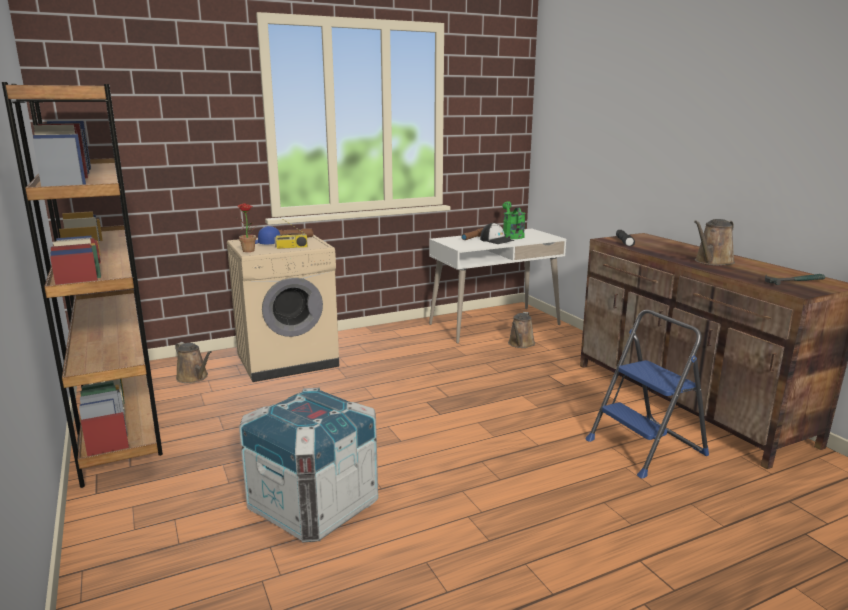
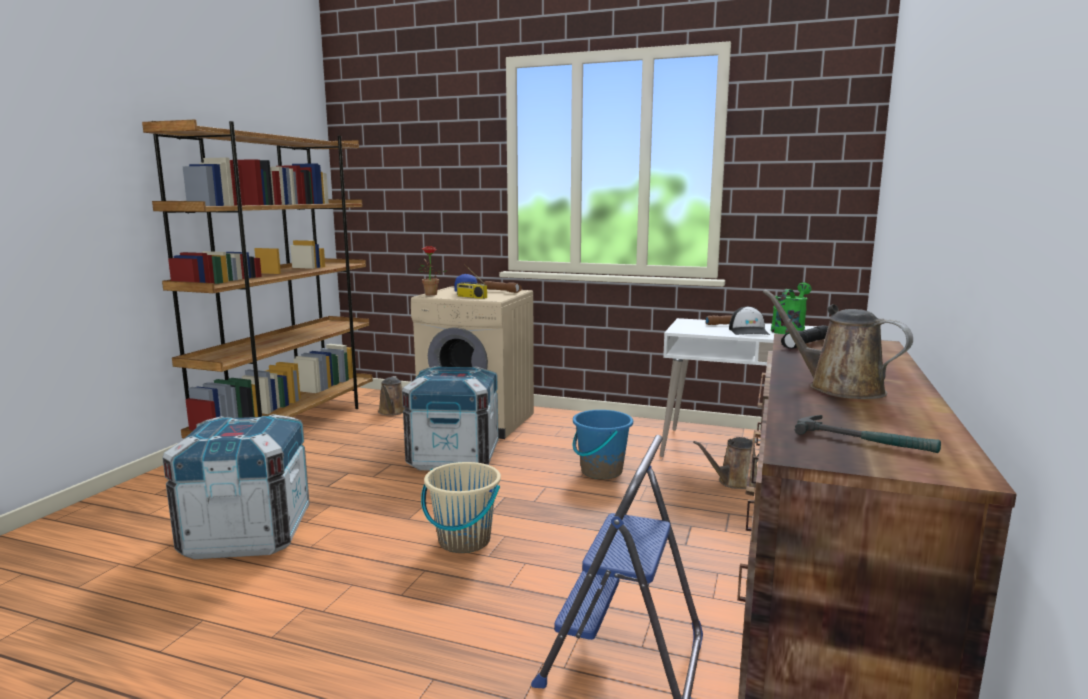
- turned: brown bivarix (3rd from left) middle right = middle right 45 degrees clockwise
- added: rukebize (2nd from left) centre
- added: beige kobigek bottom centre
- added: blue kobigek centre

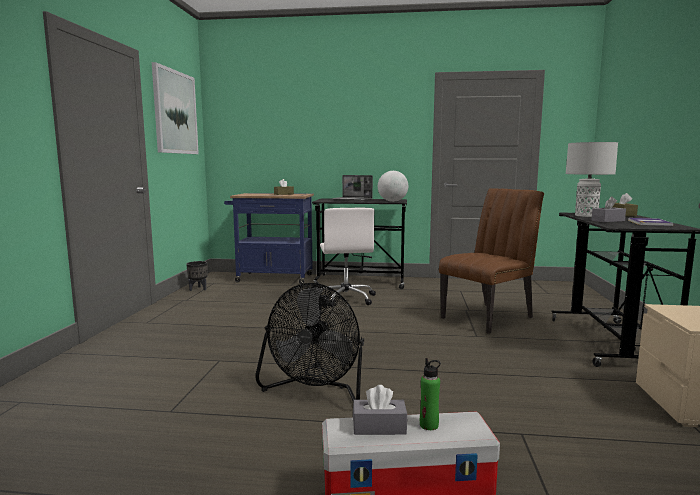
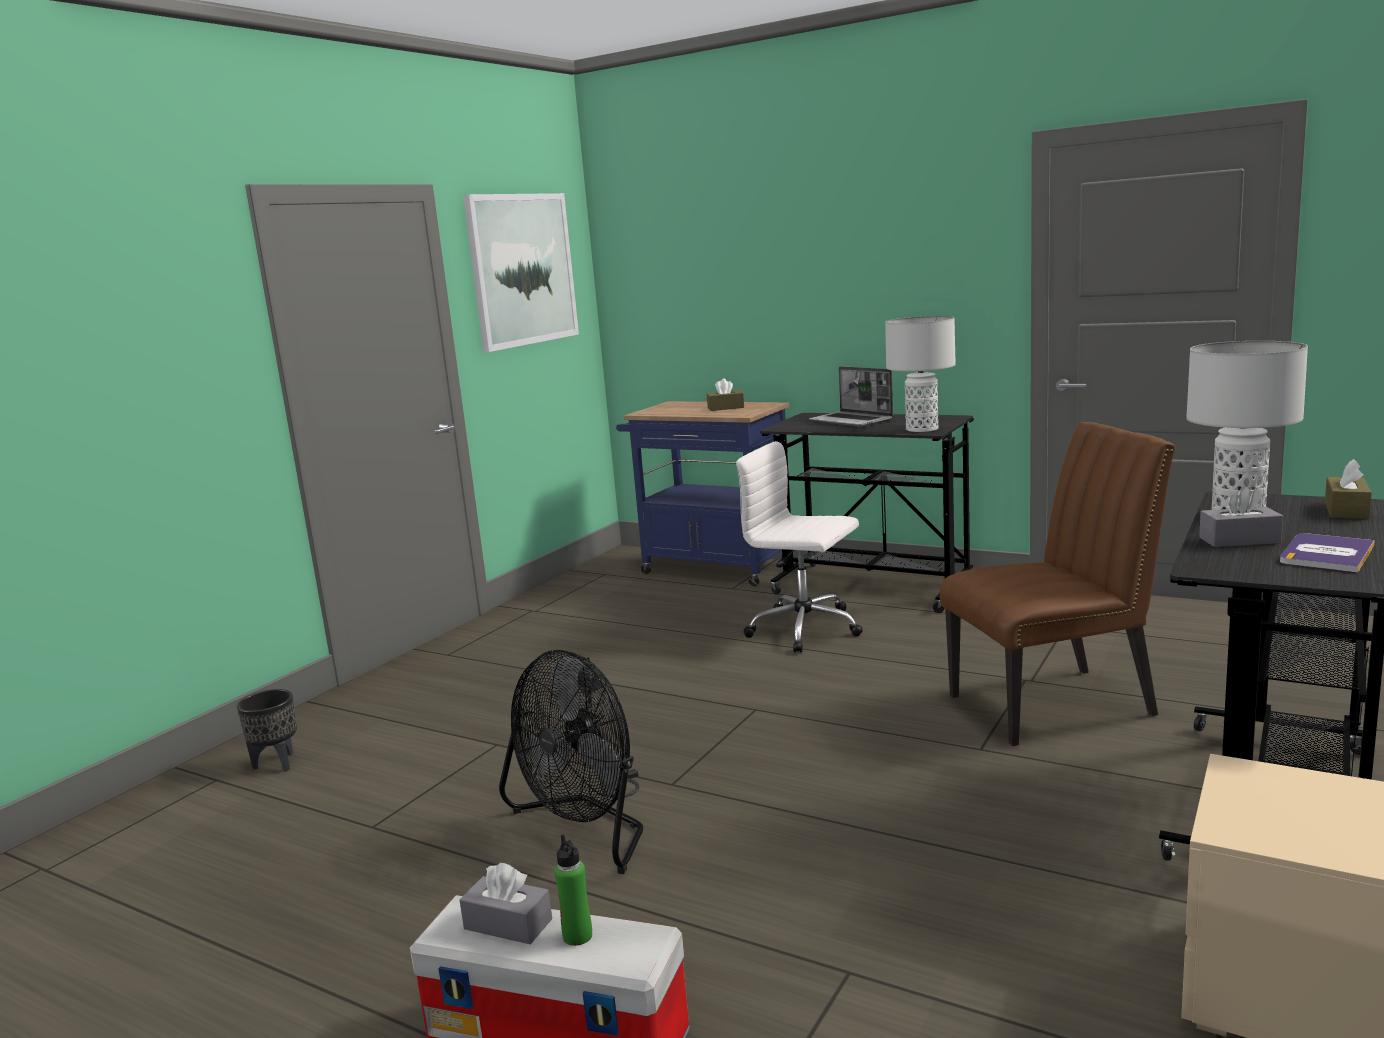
- moved: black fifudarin middle left to bottom left
- turned: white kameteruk centre = centre 105 degrees clockwise
- replaced: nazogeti centre to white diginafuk (1st from left) centre

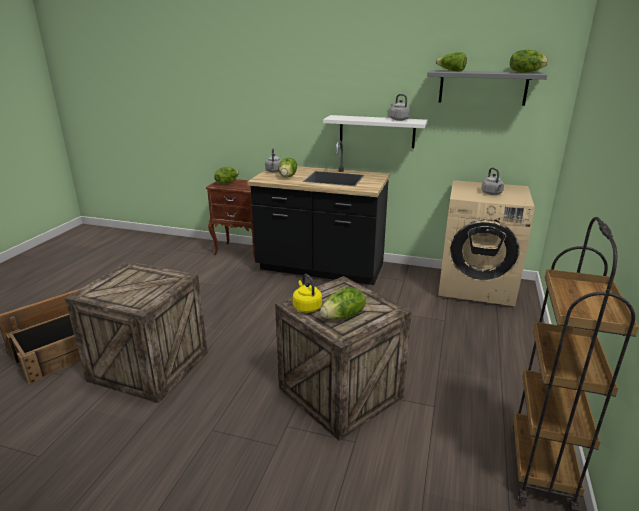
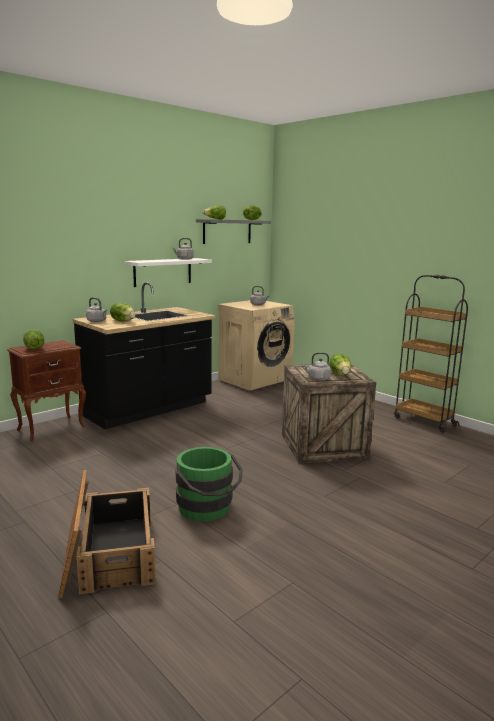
- replaced: rukebize (2nd from left) middle left to green kobigek bottom centre
- recoloured: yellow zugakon centre to grey zugakon (4th from left) centre

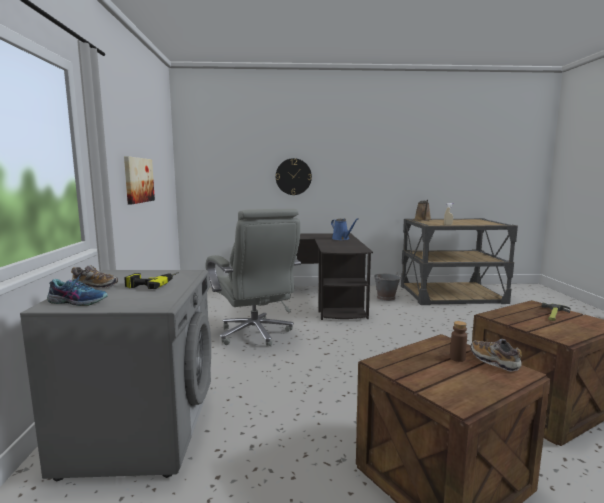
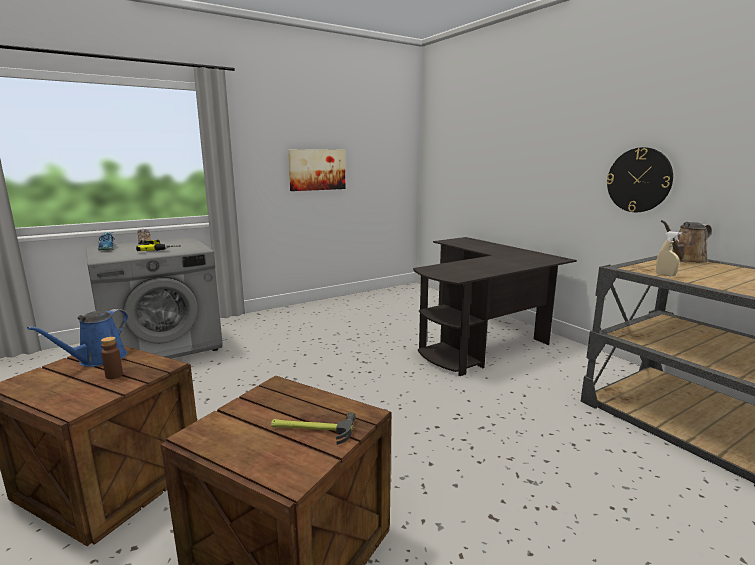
- removed: grey kameteruk centre
- moved: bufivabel centre to top right
- moved: blue bivarix centre to middle left
- removed: grey kobigek centre
- removed: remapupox (3rd from left) bottom right

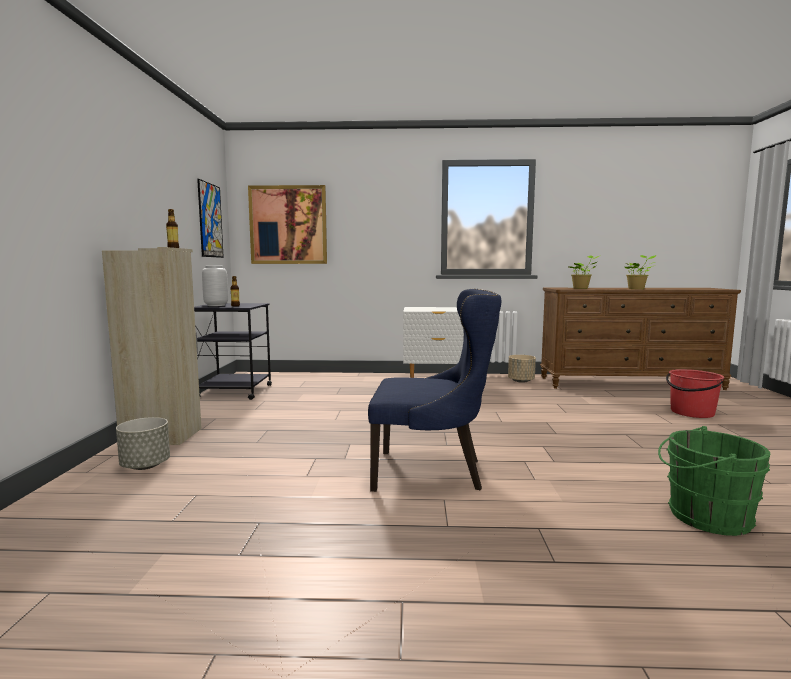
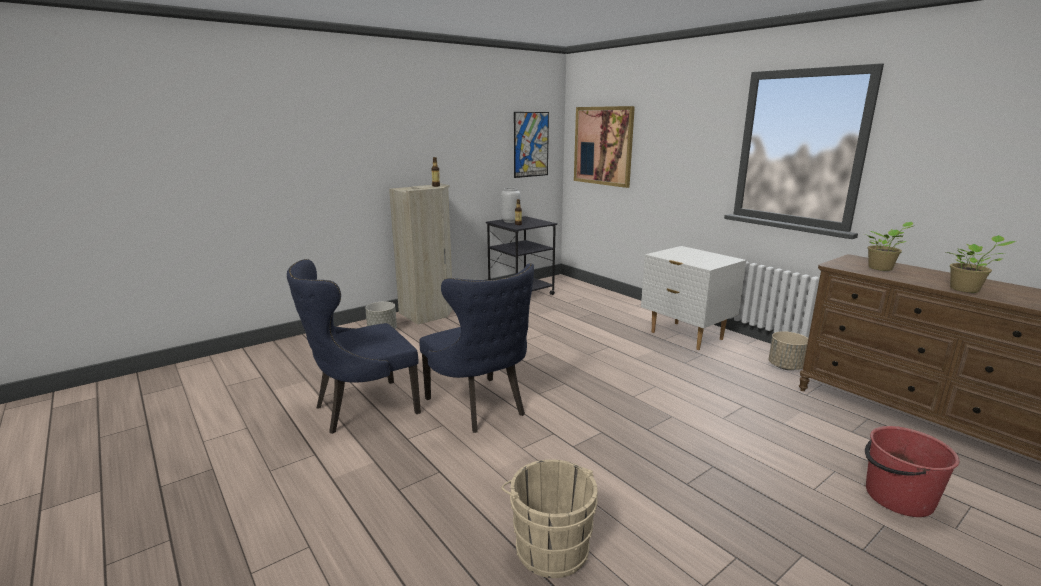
- recoloured: green kobigek bottom right to beige kobigek bottom centre
- added: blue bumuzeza (1st from left) centre

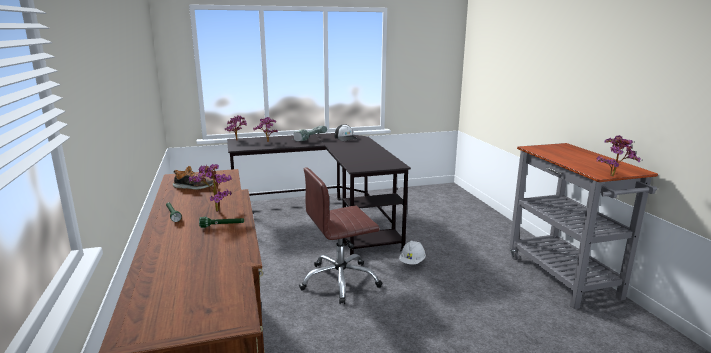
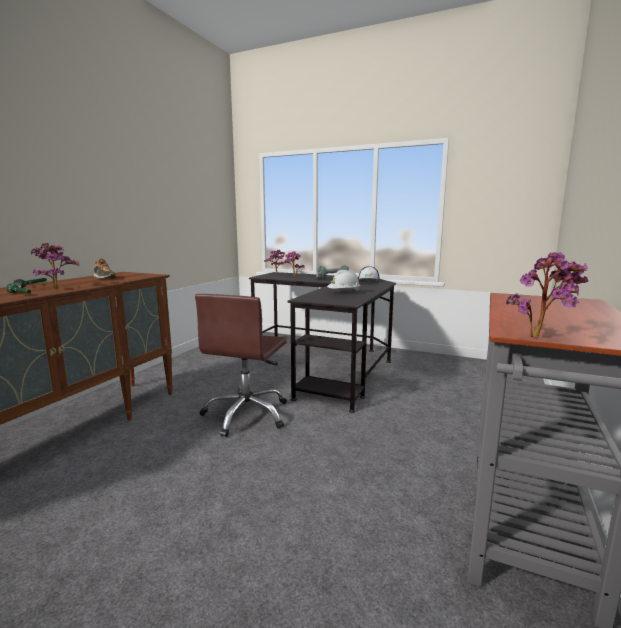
- turned: brown kameteruk centre = centre 90 degrees counterclockwise
- moved: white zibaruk bottom centre to centre

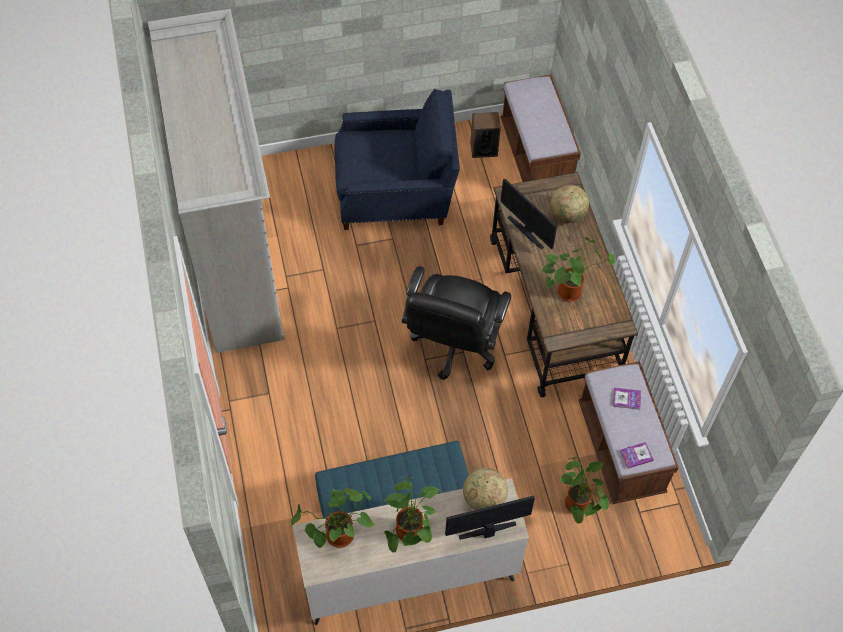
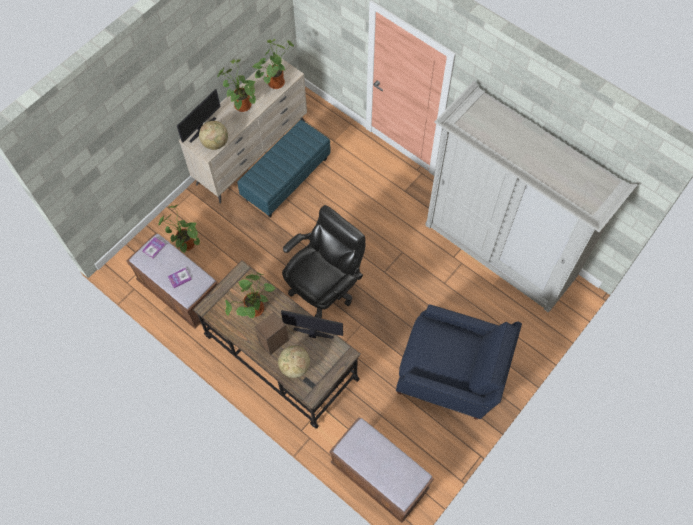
- turned: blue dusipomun top centre = bottom centre 120 degrees counterclockwise
- turned: black kameteruk centre = centre 60 degrees clockwise
- moved: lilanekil top centre to centre

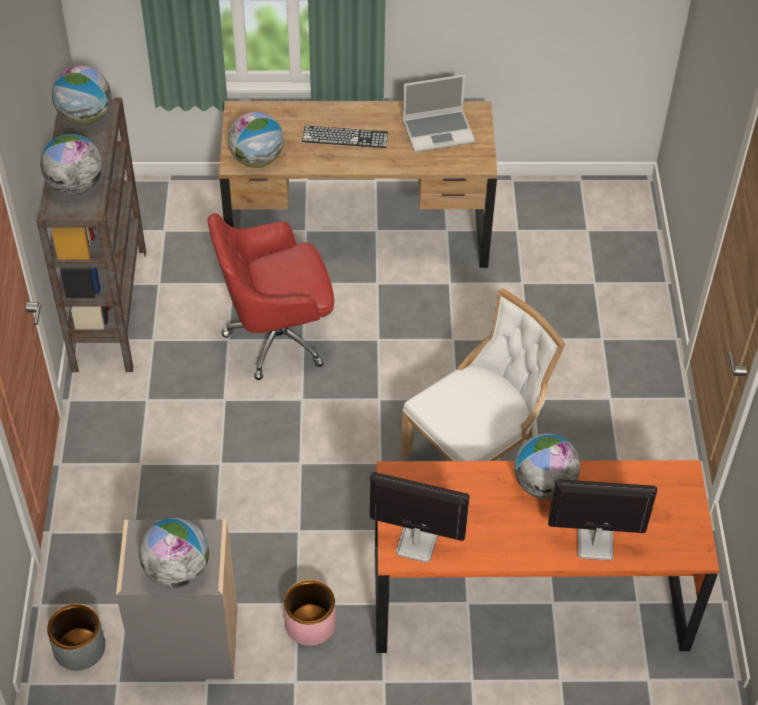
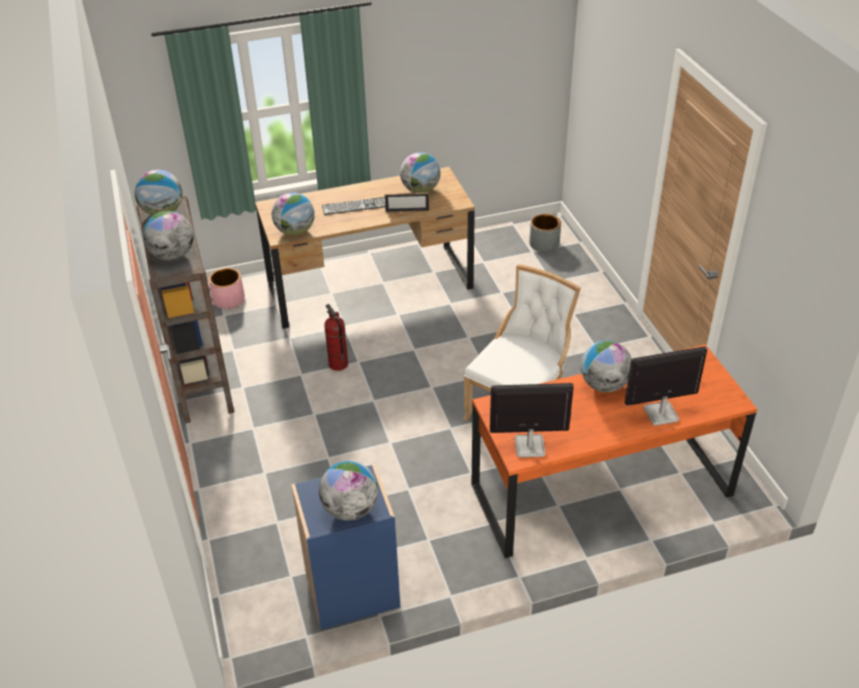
- moved: grey fifudarin bottom left to centre
- recoloured: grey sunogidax (2nd from left) bottom left to blue sunogidax bottom centre
- replaced: red kameteruk centre to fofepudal centre
- moved: pink fifudarin bottom centre to middle left
- replaced: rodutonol top centre to nazogeti (5th from left) top centre
- added: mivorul top centre

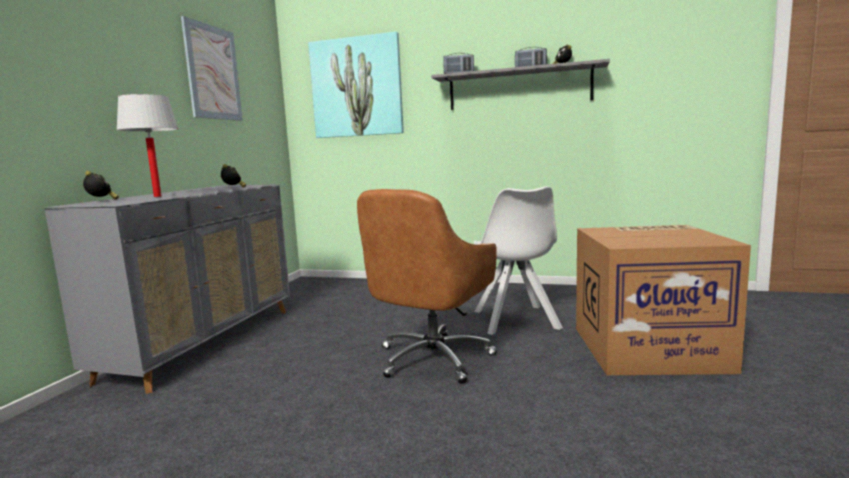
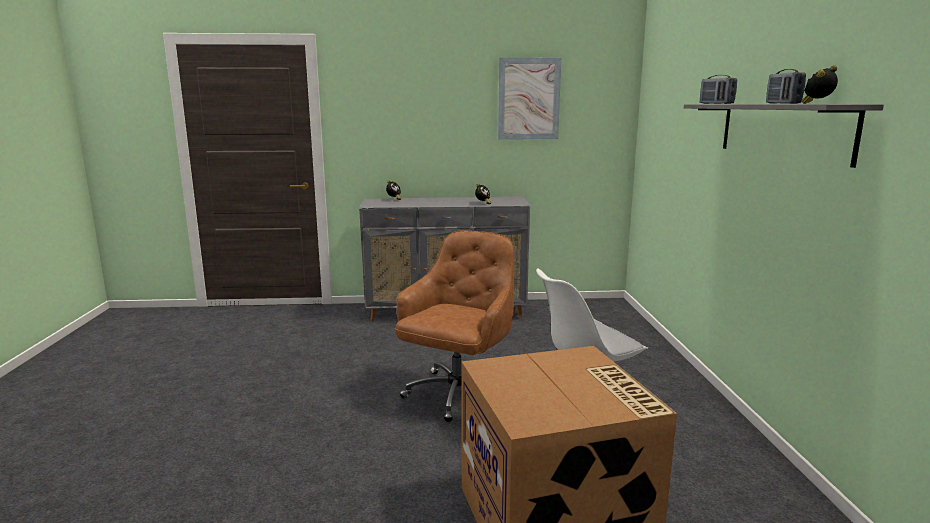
- removed: white diginafuk top left
- removed: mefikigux (2nd from left) top centre
- turned: brown kameteruk centre = centre 105 degrees clockwise

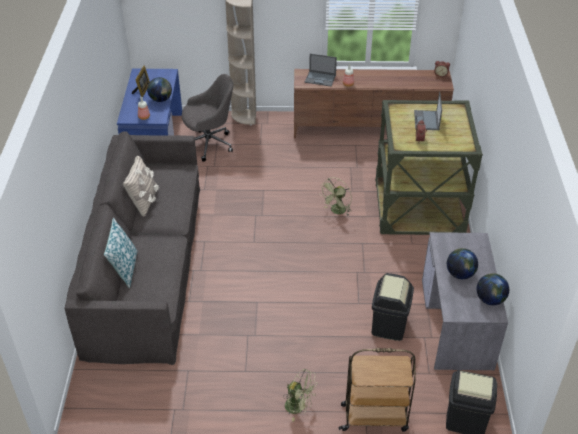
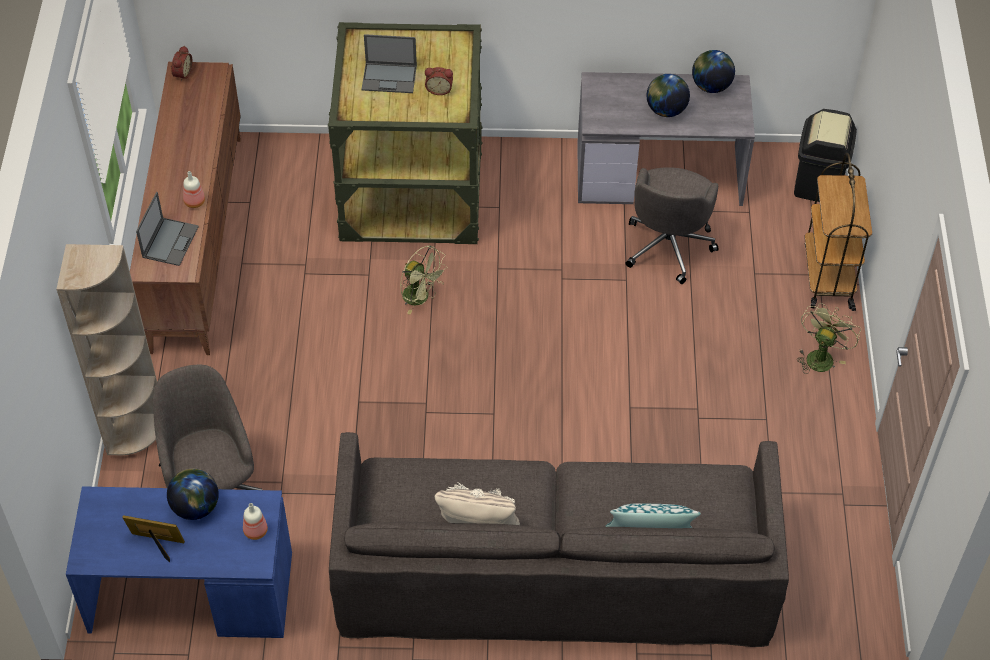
- replaced: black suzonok (1st from left) bottom right to grey kameteruk (2nd from left) middle right

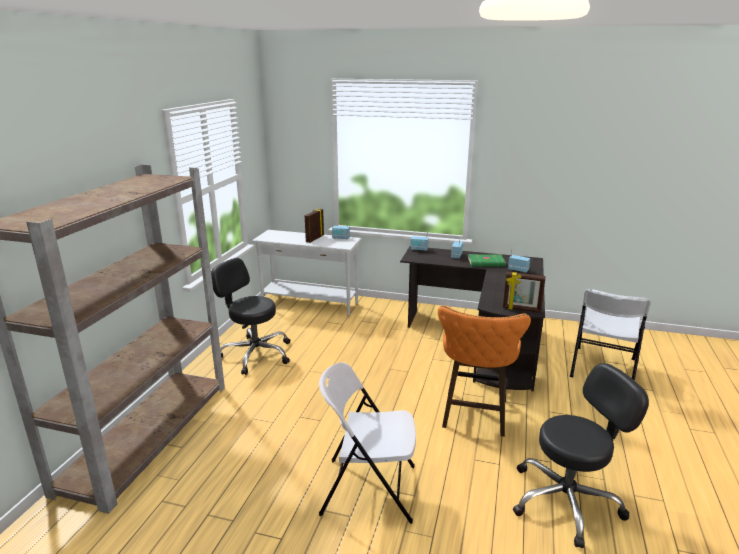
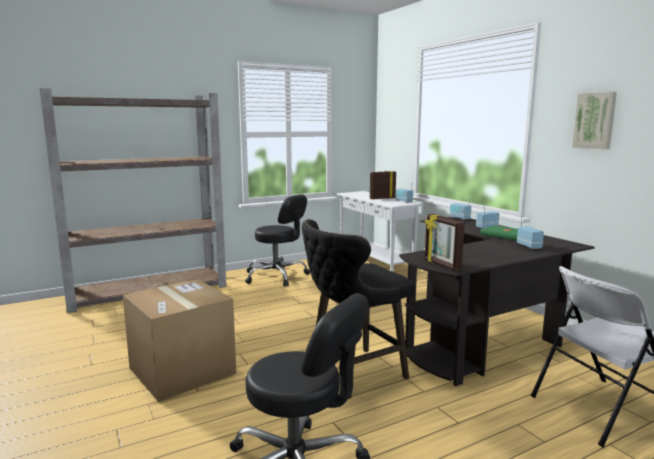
- turned: black kameteruk (1st from left) centre = centre 135 degrees clockwise
- replaced: white bumuzeza (1st from left) bottom centre to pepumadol bottom left
- recoloured: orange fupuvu bottom centre to black fupuvu bottom centre
- added: mefikigux top right

